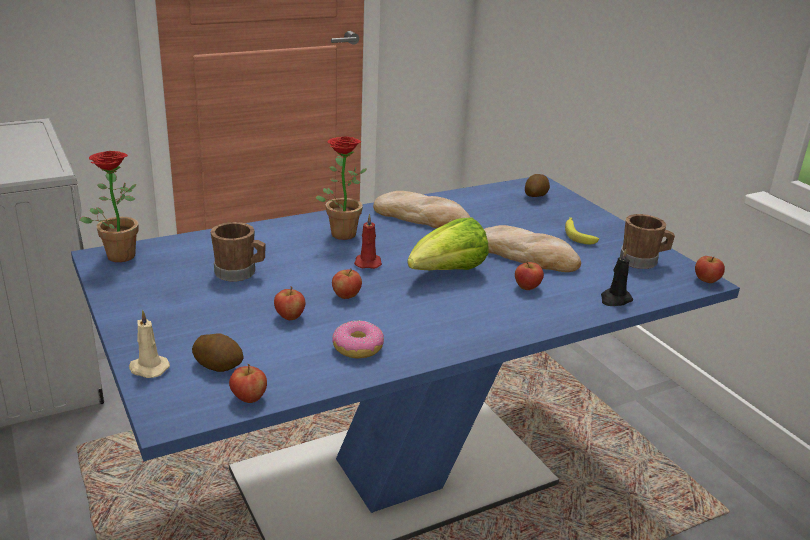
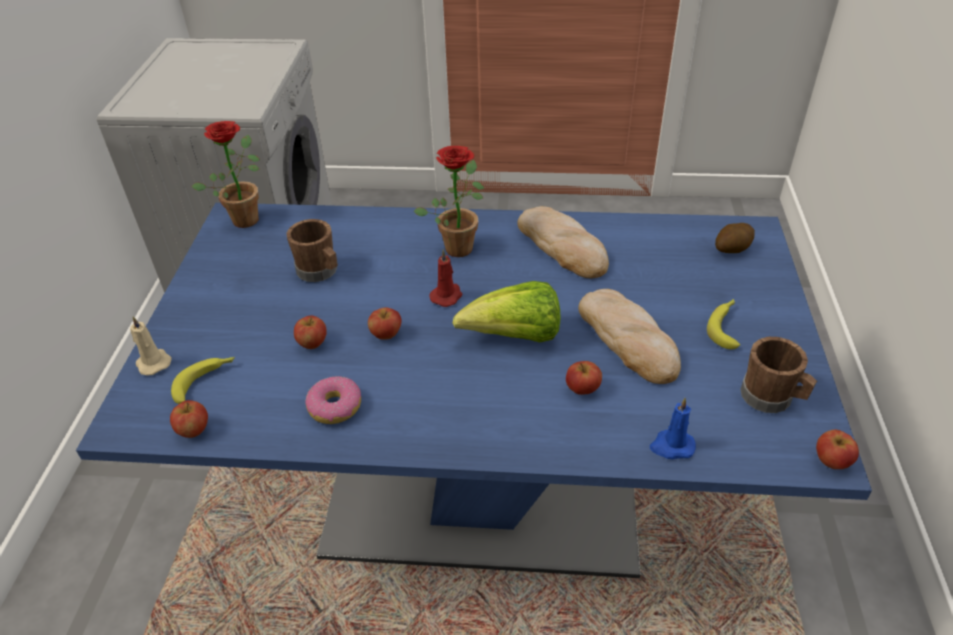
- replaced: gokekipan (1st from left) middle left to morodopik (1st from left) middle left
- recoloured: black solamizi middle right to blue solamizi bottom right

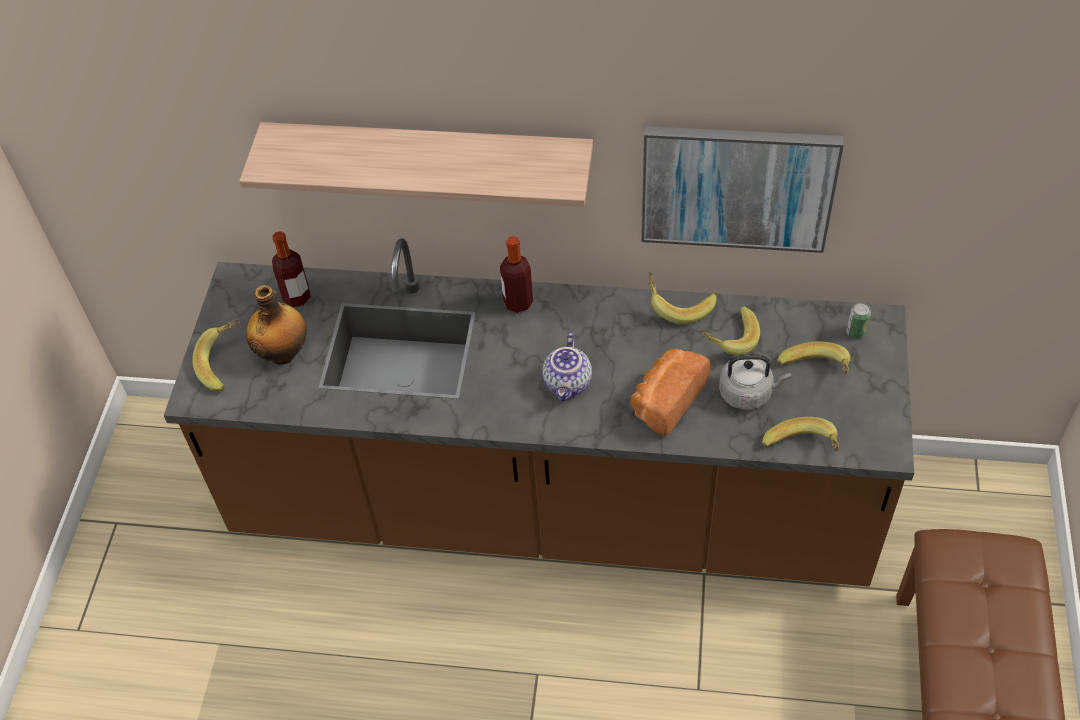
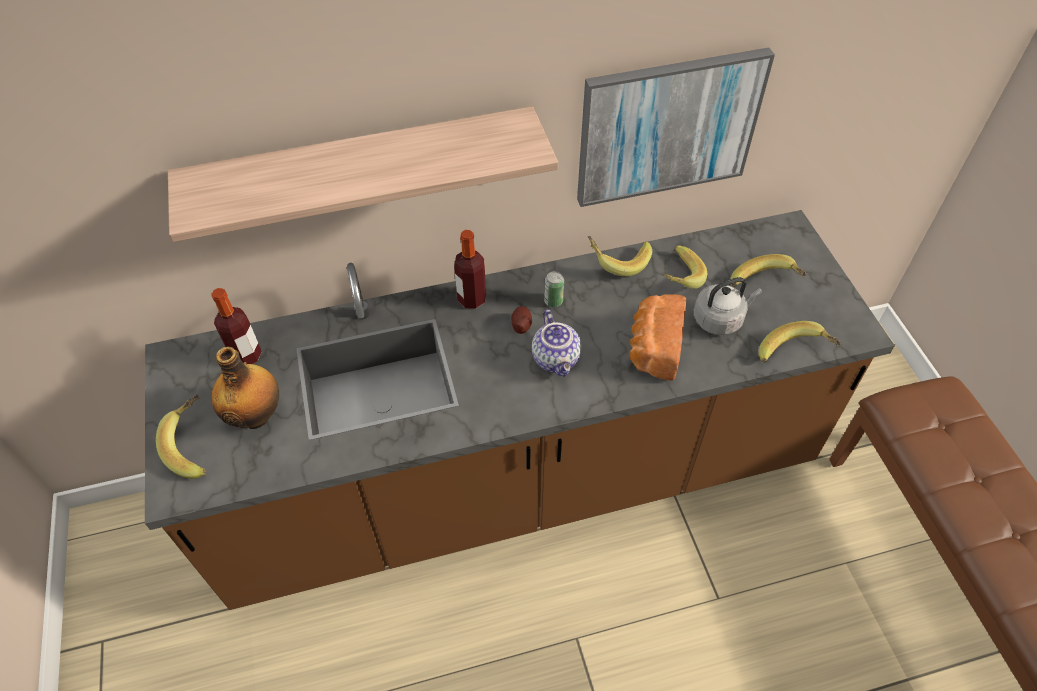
- moved: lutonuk middle right to centre
- added: gokekipan centre

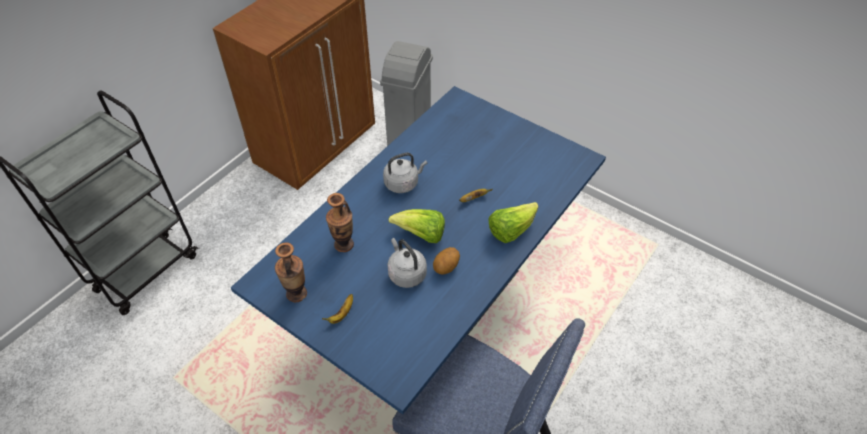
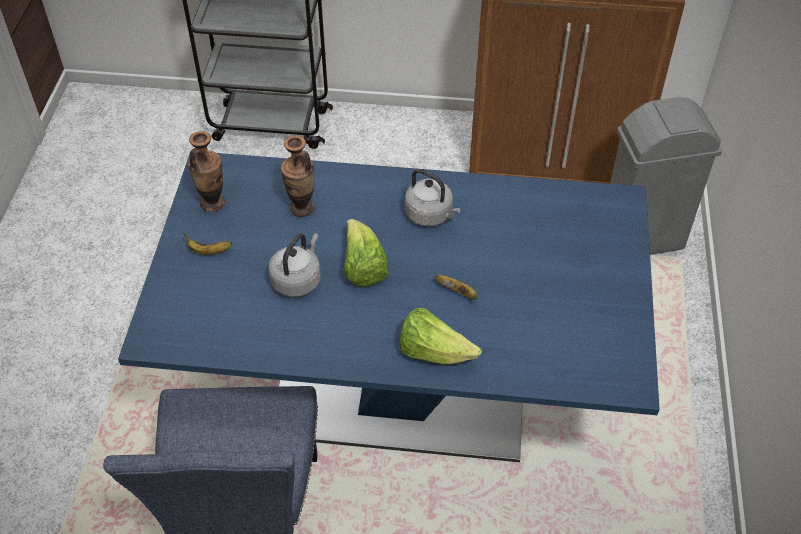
- removed: gokekipan centre

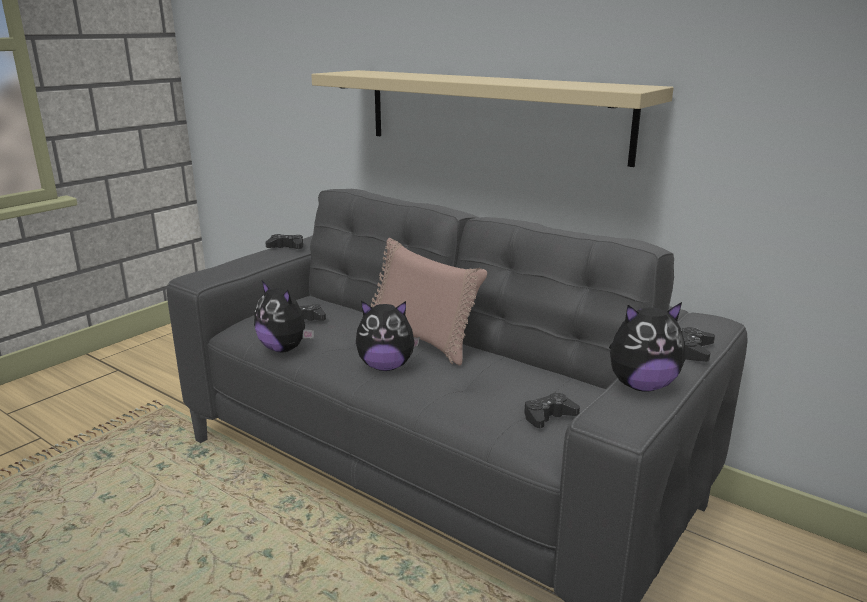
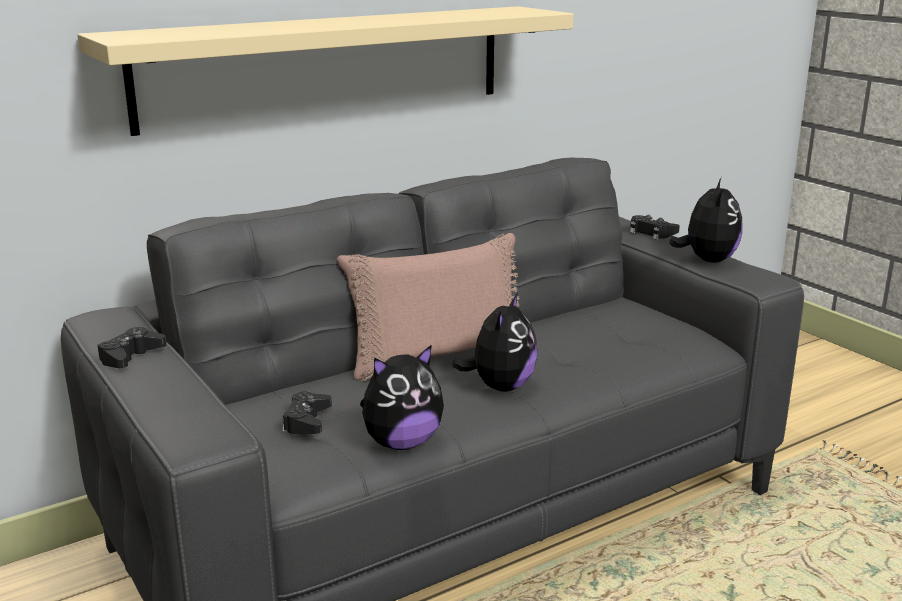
- removed: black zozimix (3rd from left) bottom centre

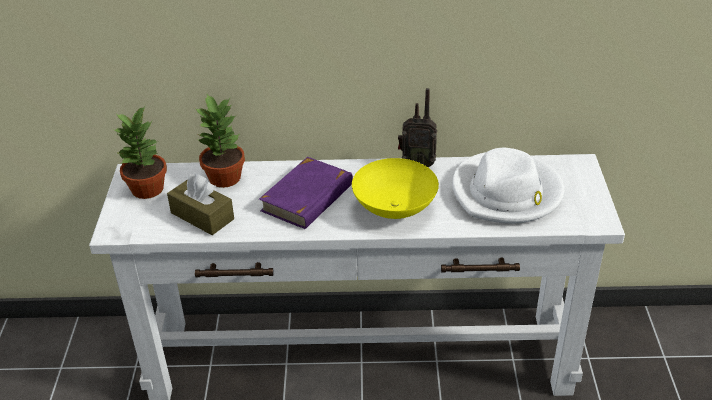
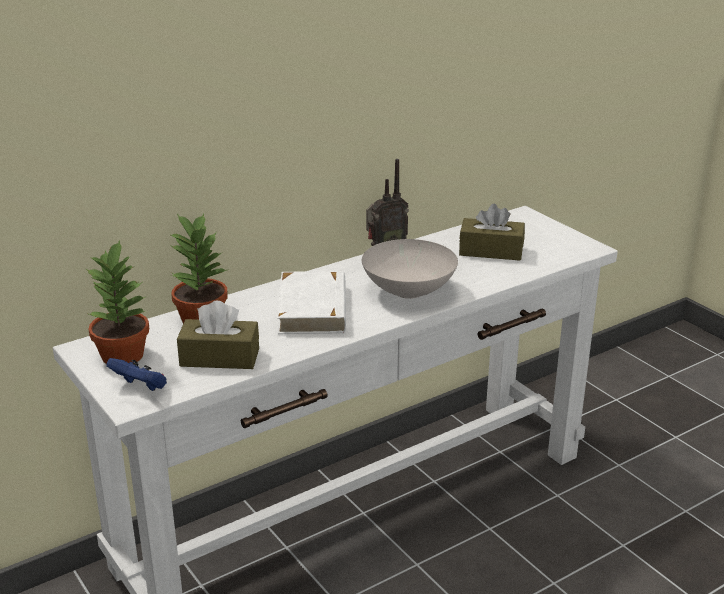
- recoloured: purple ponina centre to white ponina centre
- recoloured: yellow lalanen centre to white lalanen centre
- replaced: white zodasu middle right to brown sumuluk (2nd from left) middle right
- added: blue zozimix middle left

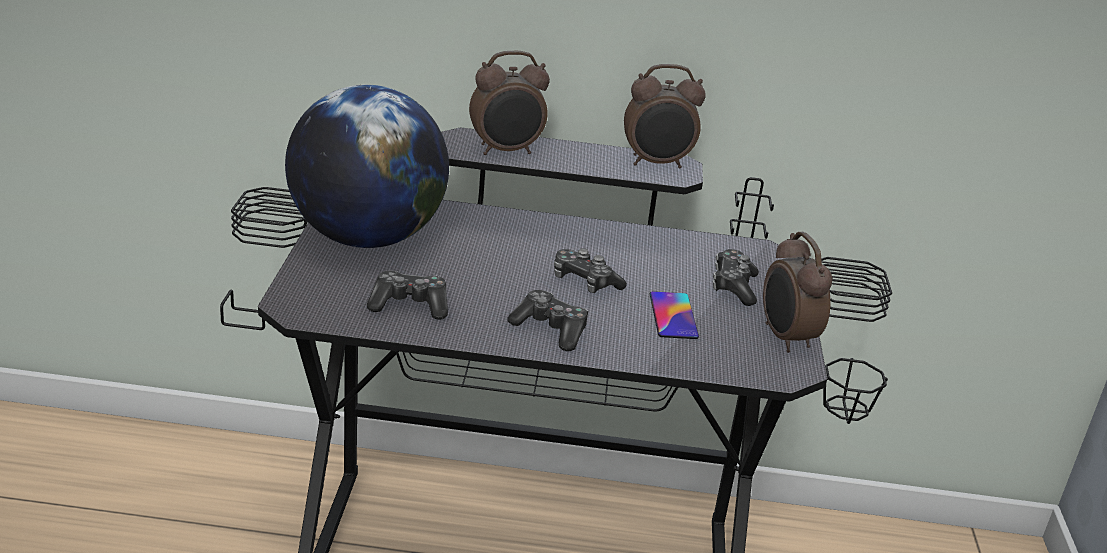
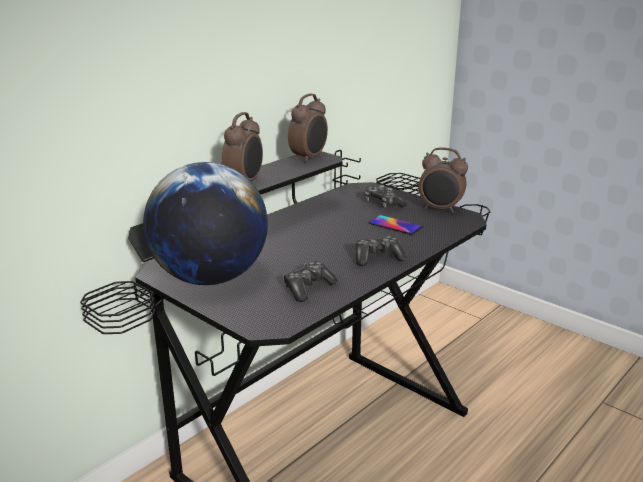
- removed: zozimix (3rd from left) centre

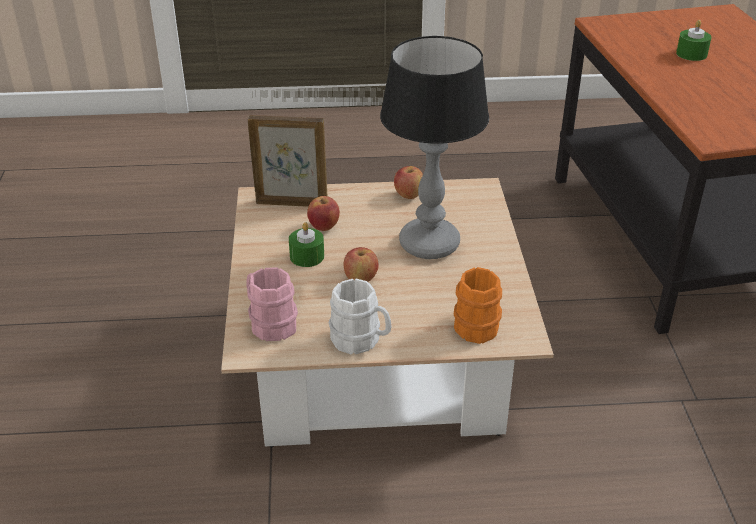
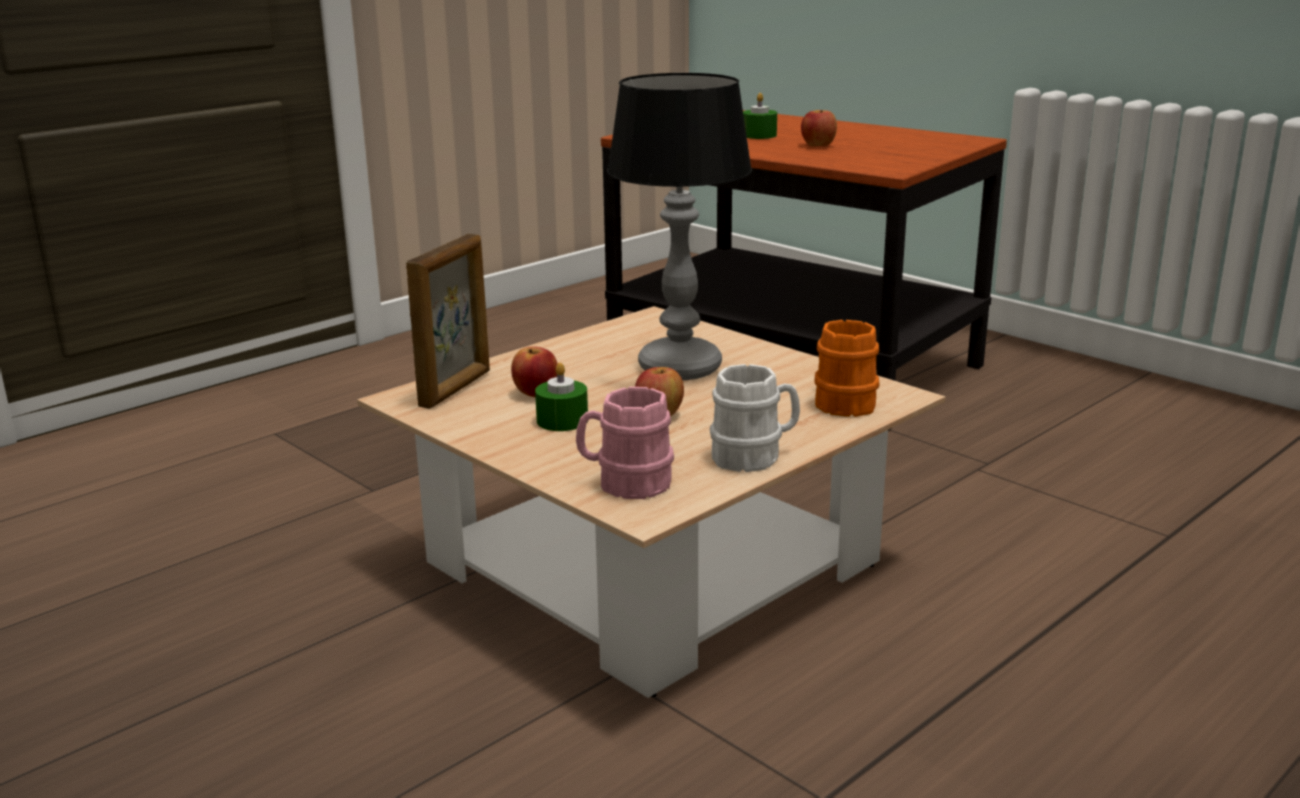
- turned: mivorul top centre = centre 150 degrees clockwise
- moved: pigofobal (3rd from left) centre to top centre

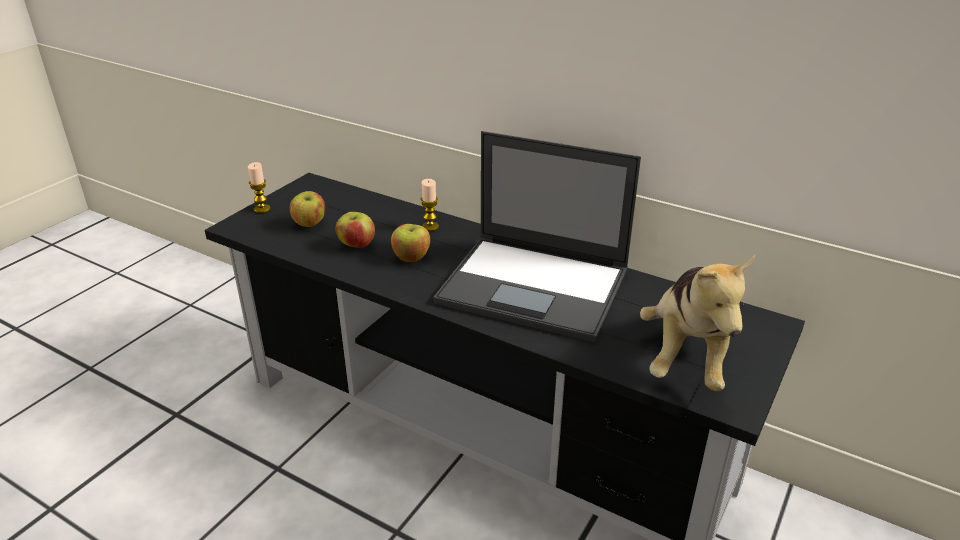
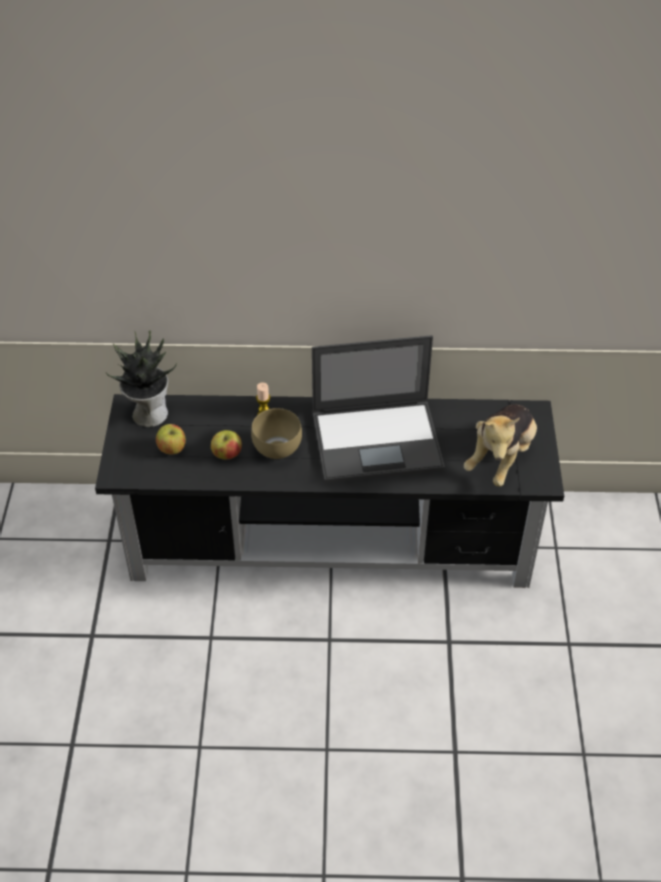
- removed: solamizi (1st from left) middle left
- replaced: pigofobal (3rd from left) centre to brown lalanen centre
- turned: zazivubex middle right = middle right 45 degrees clockwise
- added: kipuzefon middle left

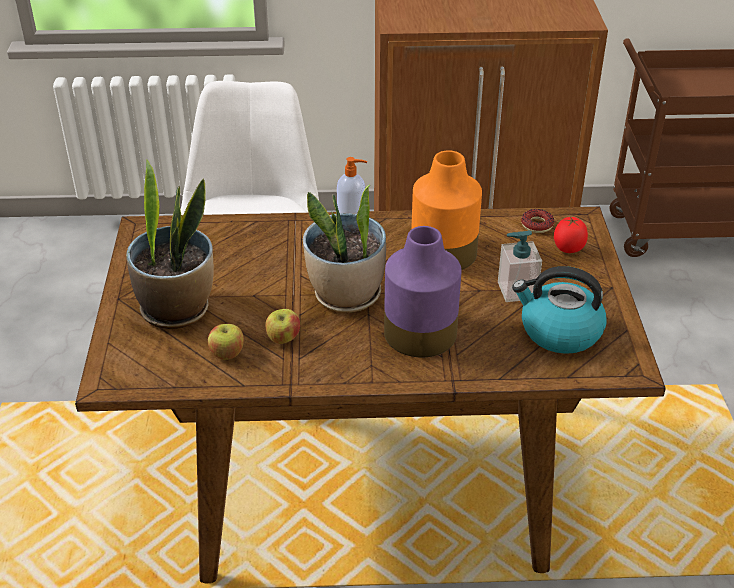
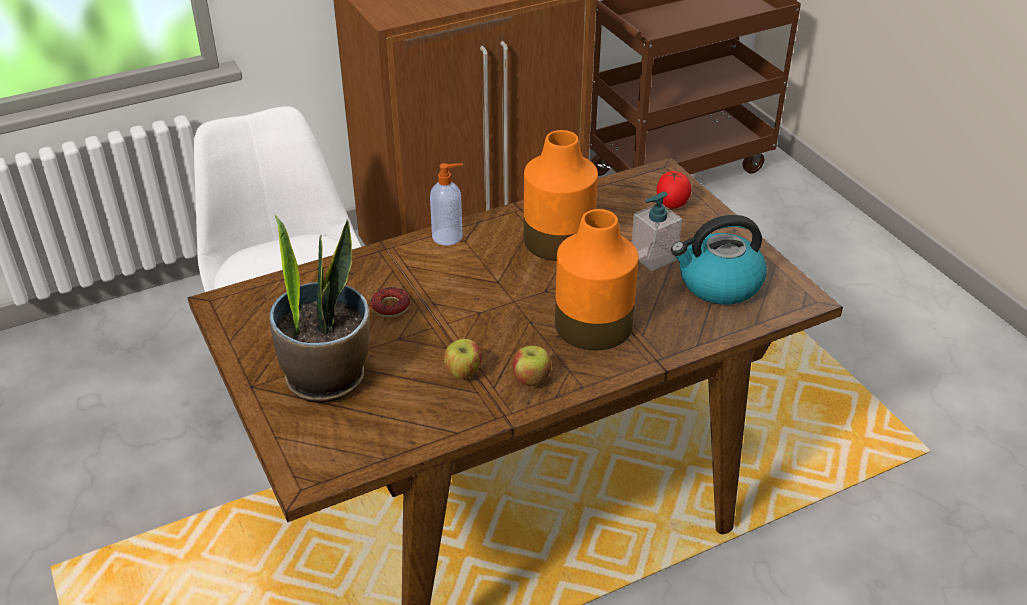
- moved: pigofobal (1st from left in the first image) middle left to pigofobal (2nd from left) centre
- removed: kipuzefon (2nd from left) centre
- recoloured: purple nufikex centre to orange nufikex (2nd from left) centre
- moved: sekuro middle right to centre

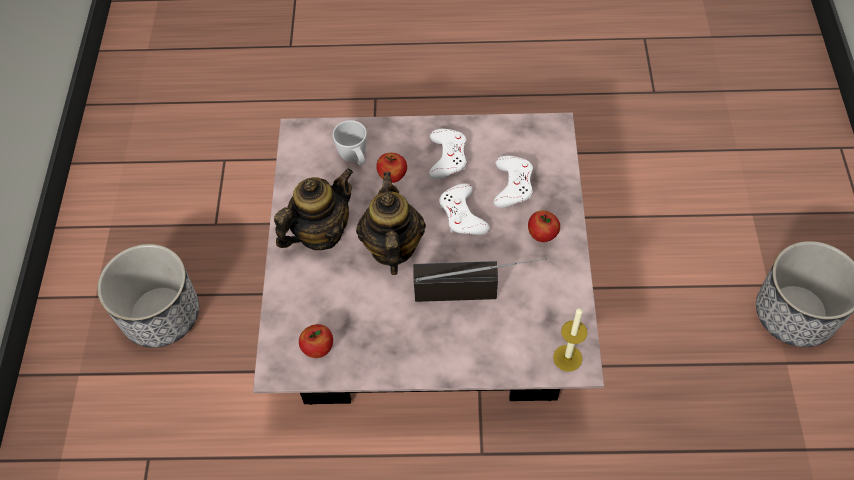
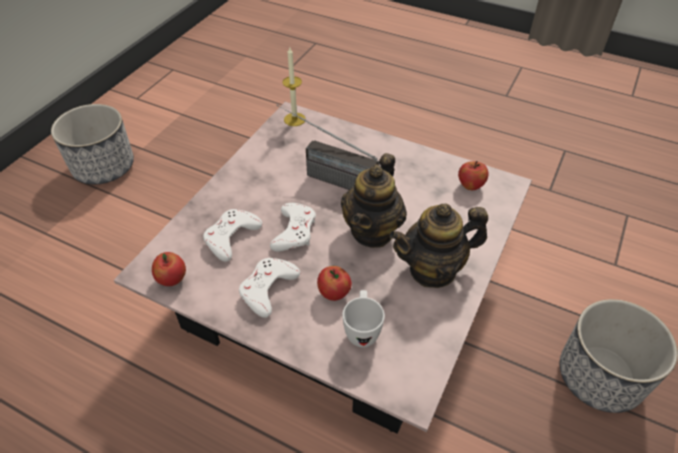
- moved: pigofobal (3rd from left in the first image) centre to pigofobal (1st from left) middle left

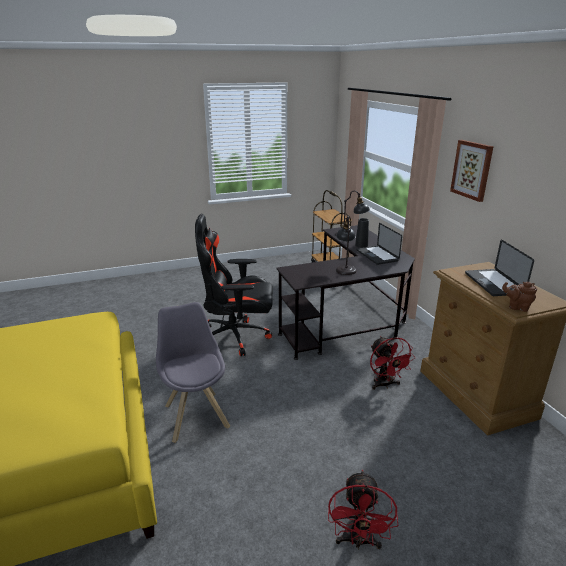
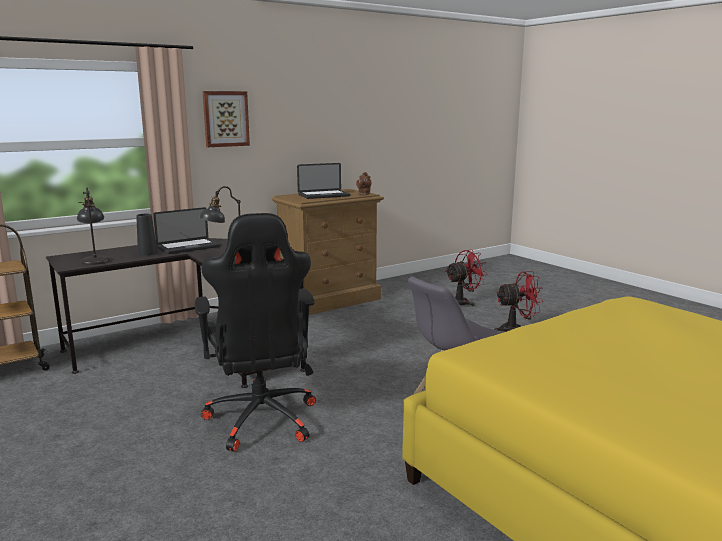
- moved: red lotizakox (2nd from left in the first image) middle right to red lotizakox (1st from left) centre

